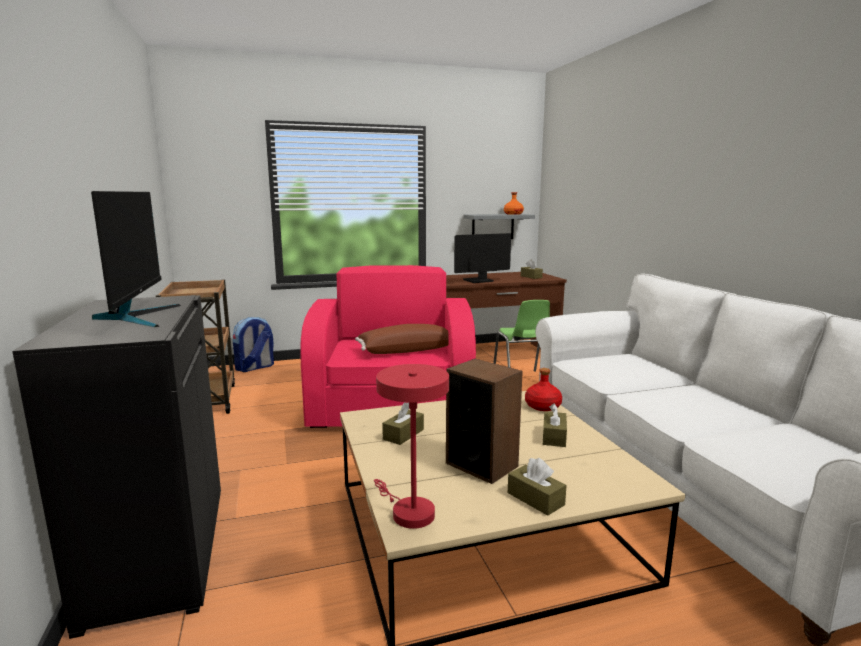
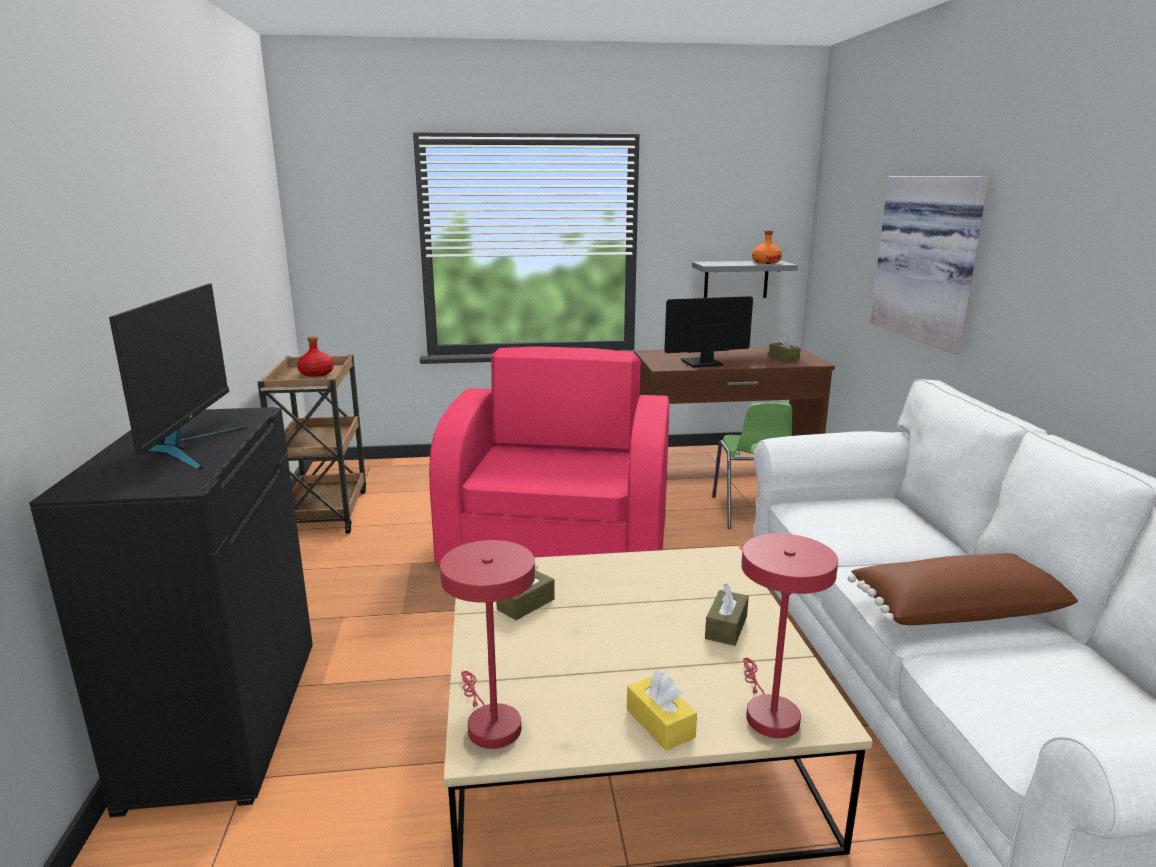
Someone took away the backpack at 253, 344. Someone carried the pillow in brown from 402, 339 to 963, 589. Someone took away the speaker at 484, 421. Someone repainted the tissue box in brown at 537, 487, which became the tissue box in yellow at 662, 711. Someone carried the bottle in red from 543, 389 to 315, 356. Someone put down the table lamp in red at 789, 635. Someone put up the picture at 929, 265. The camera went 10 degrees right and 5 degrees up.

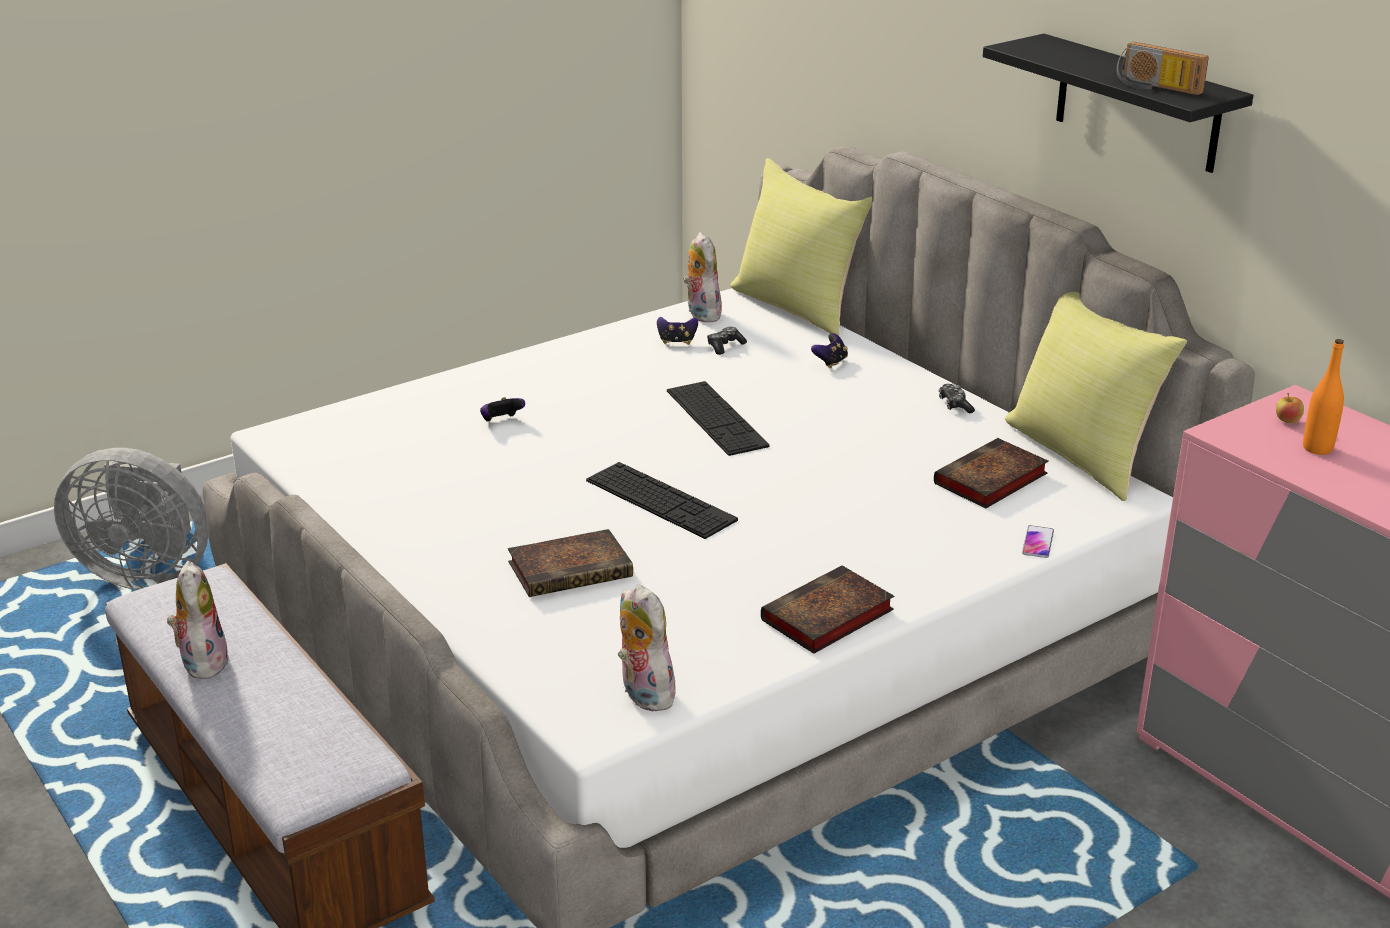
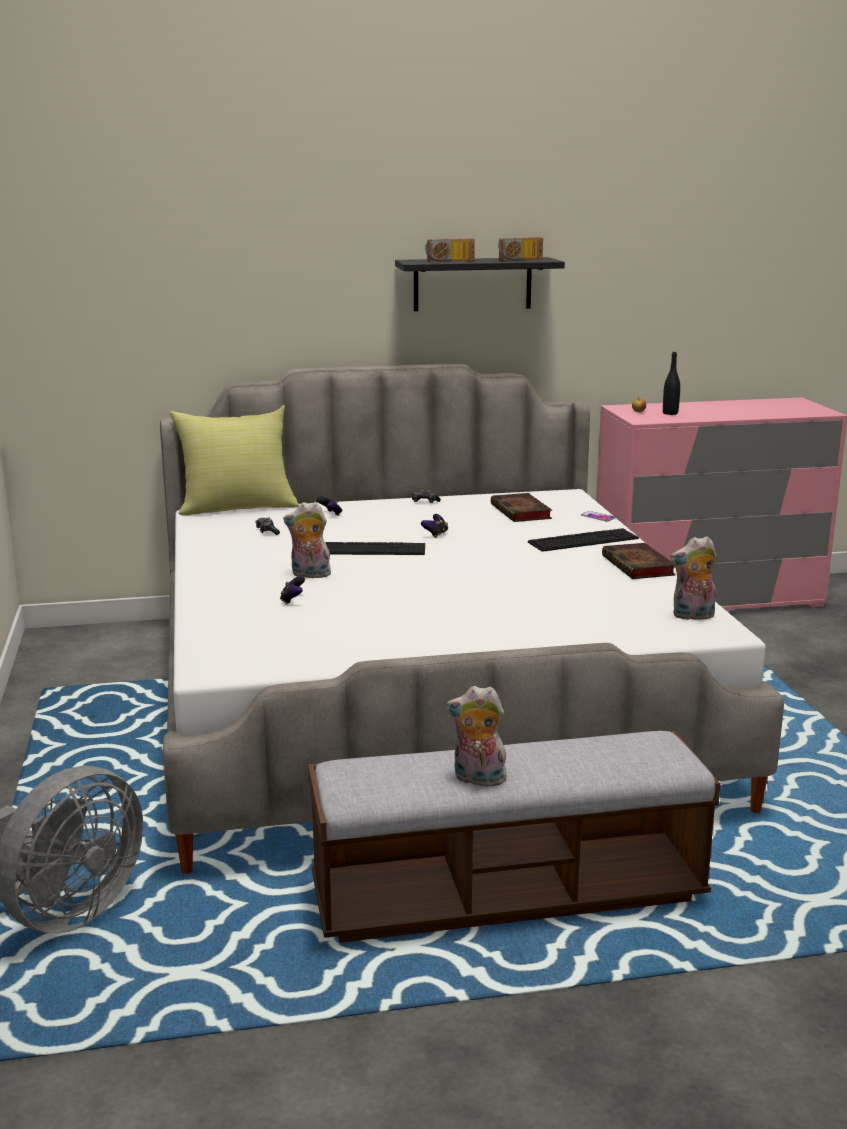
Someone took away the book at 570, 563. Someone carried the keyboard from 662, 500 to 583, 540. Someone carried the game controller from 677, 331 to 434, 526. Someone carried the plush toy from 702, 277 to 308, 540. Someone took away the pillow in yellow at 1096, 396. Someone repainted the bottle in orange at 1323, 397, which became the bottle in black at 671, 383. Someone put down the radio at 450, 250. The camera went 65 degrees left and 10 degrees down.

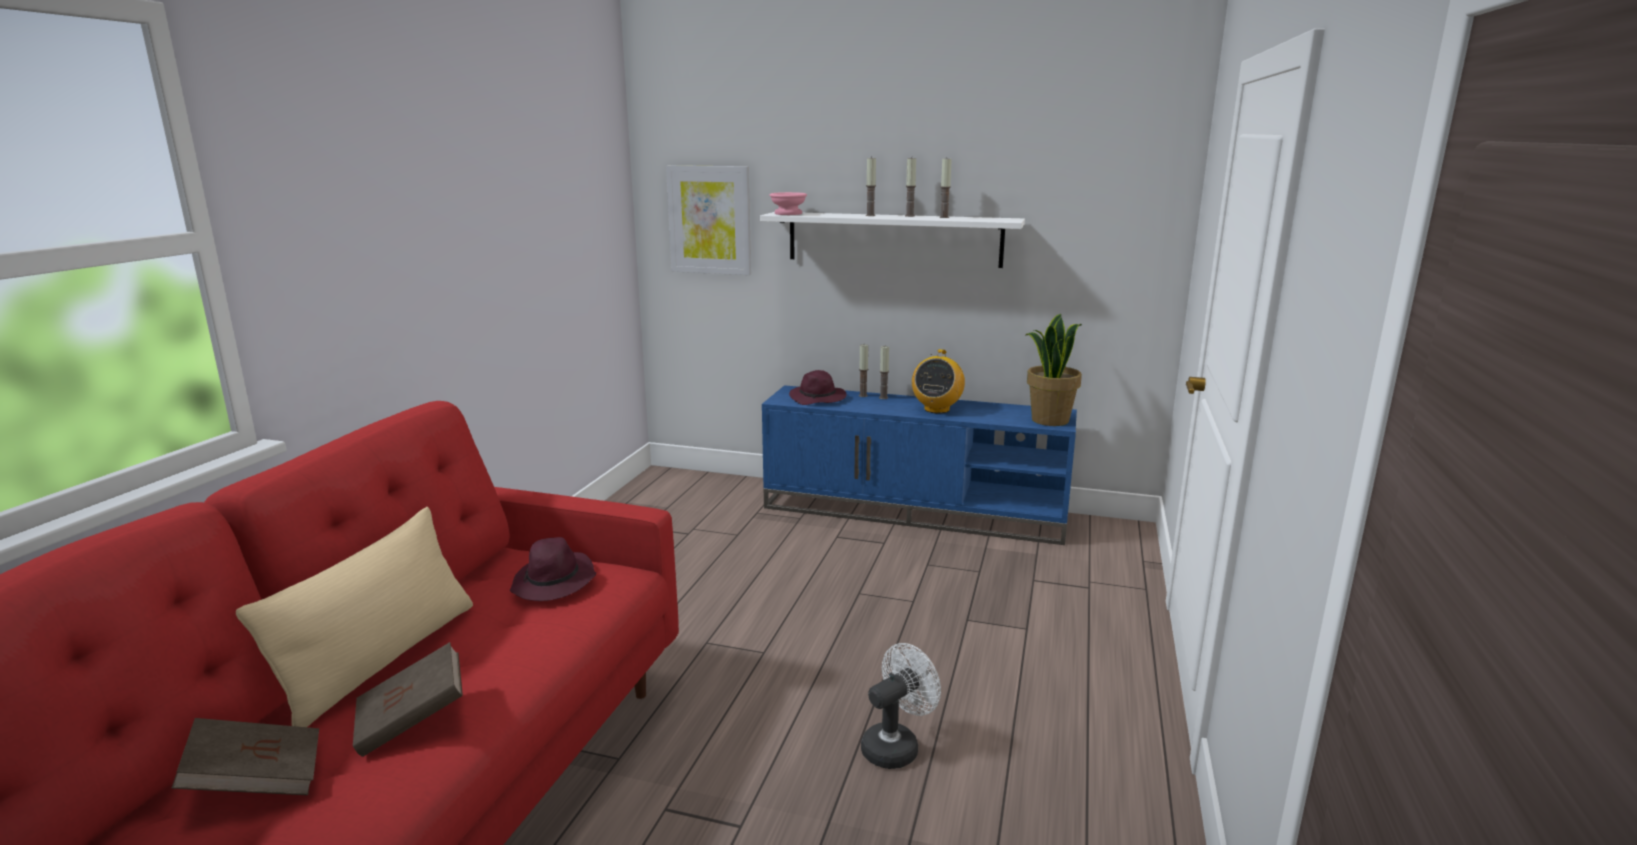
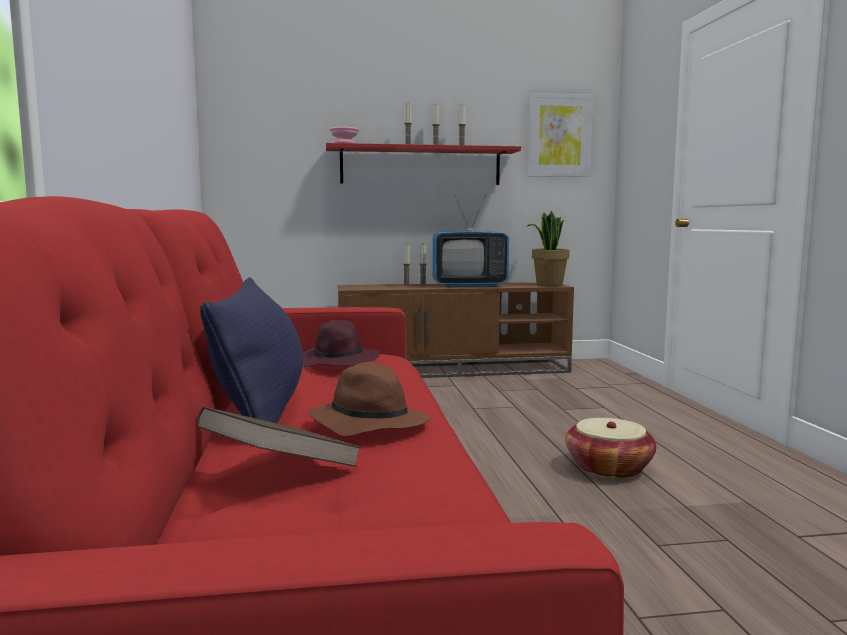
Someone repainted the pillow in beige at 354, 617, which became the pillow in blue at 251, 350. Someone swapped the book in brown at 408, 699 for the hat in brown at 369, 399. Someone carried the picture from 708, 220 to 560, 135. Someone repainted the shelf in white at 892, 240, which became the shelf in red at 423, 164. Someone repainted the tv stand in blue at 919, 465, which became the tv stand in brown at 456, 330. Someone took away the hat in purple at 818, 387. Someone swapped the fan in white at 901, 706 for the basket at 611, 448. Someone swapped the radio at 938, 381 for the television at 471, 241. The camera went 25 degrees left and 10 degrees down.

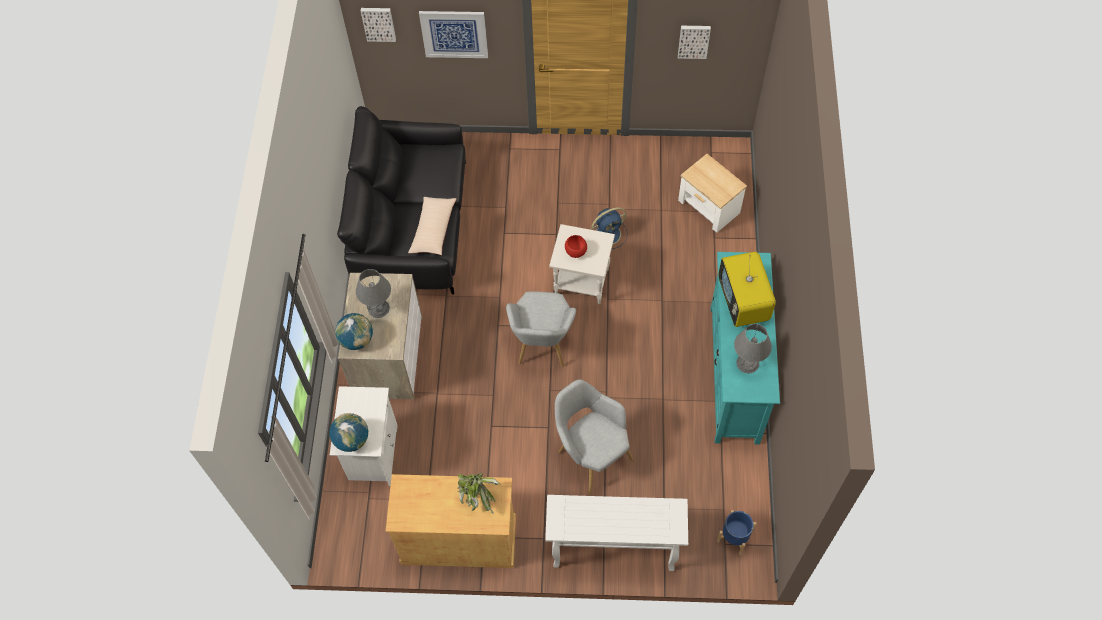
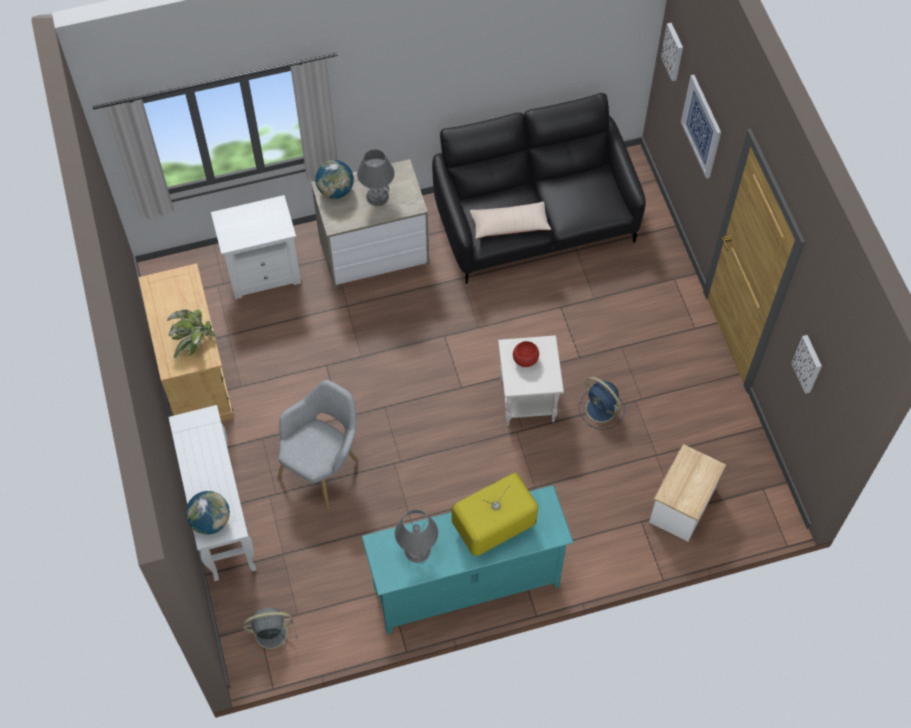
Someone carried the globe from 348, 432 to 208, 513. Someone took away the armchair in grey at 541, 329. Someone swapped the planter in blue at 737, 532 for the fan in grey at 270, 633. The camera went 70 degrees right and 0 degrees up.

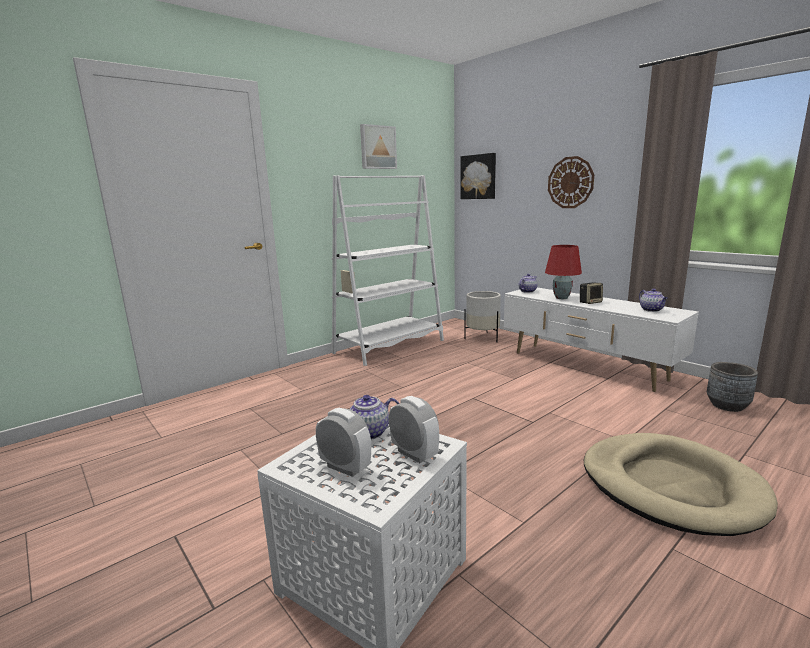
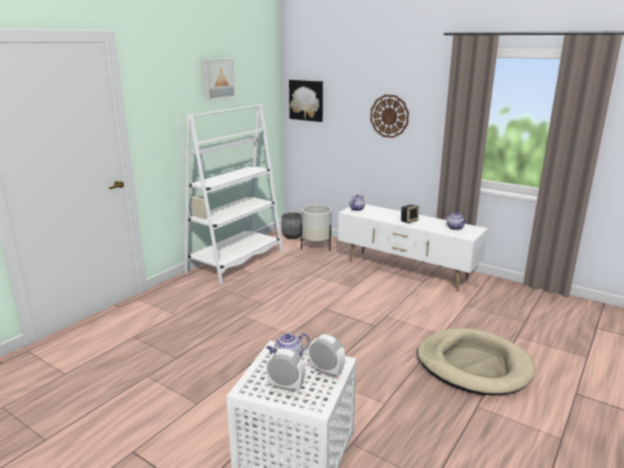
Someone took away the table lamp in red at 563, 272. Someone carried the planter in grey from 732, 387 to 292, 225. The camera went 15 degrees left and 5 degrees up.

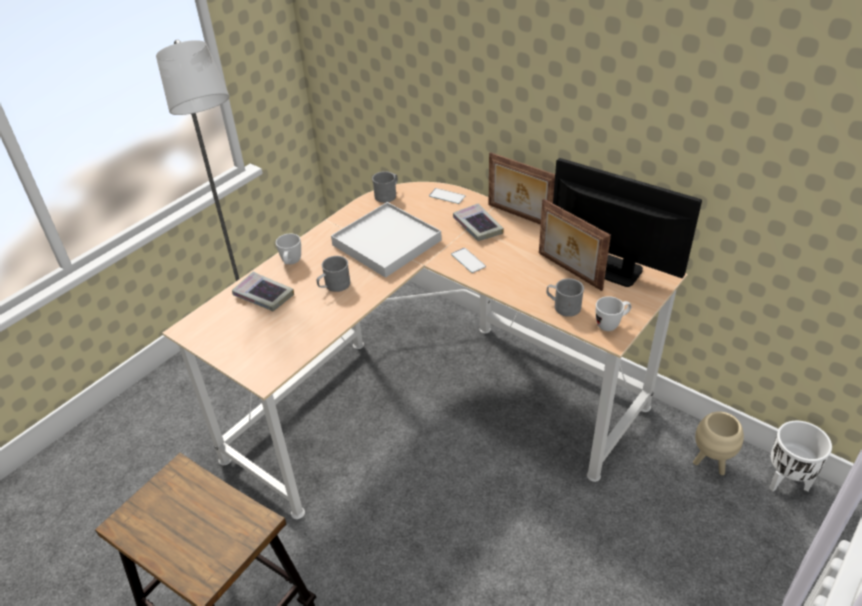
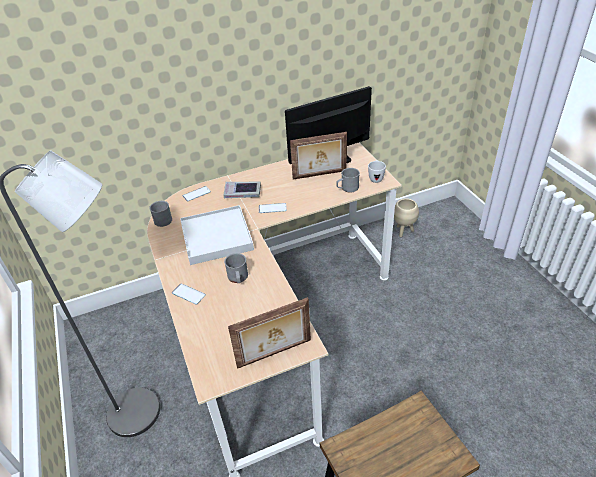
Someone took away the book at 263, 291. Someone swapped the mug in white at 288, 249 for the phone at 189, 294. Someone carried the picture frame from 522, 188 to 269, 333. Someone took away the planter in white at 800, 455. The camera went 60 degrees left and 0 degrees up.

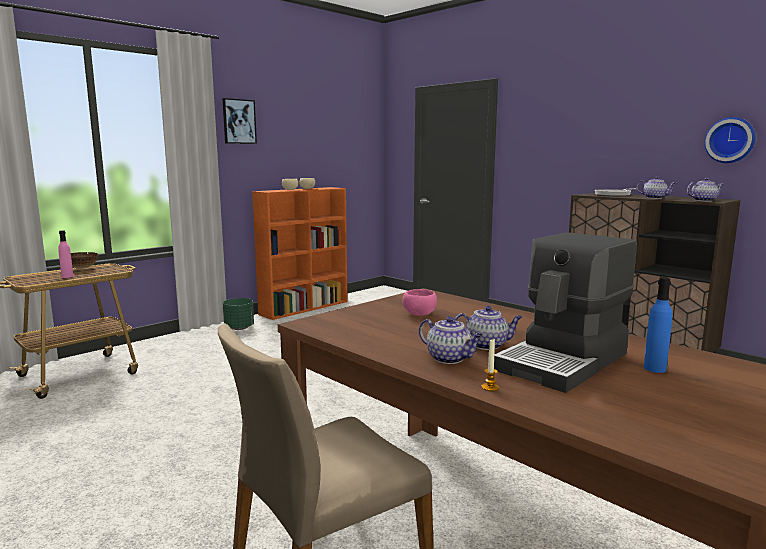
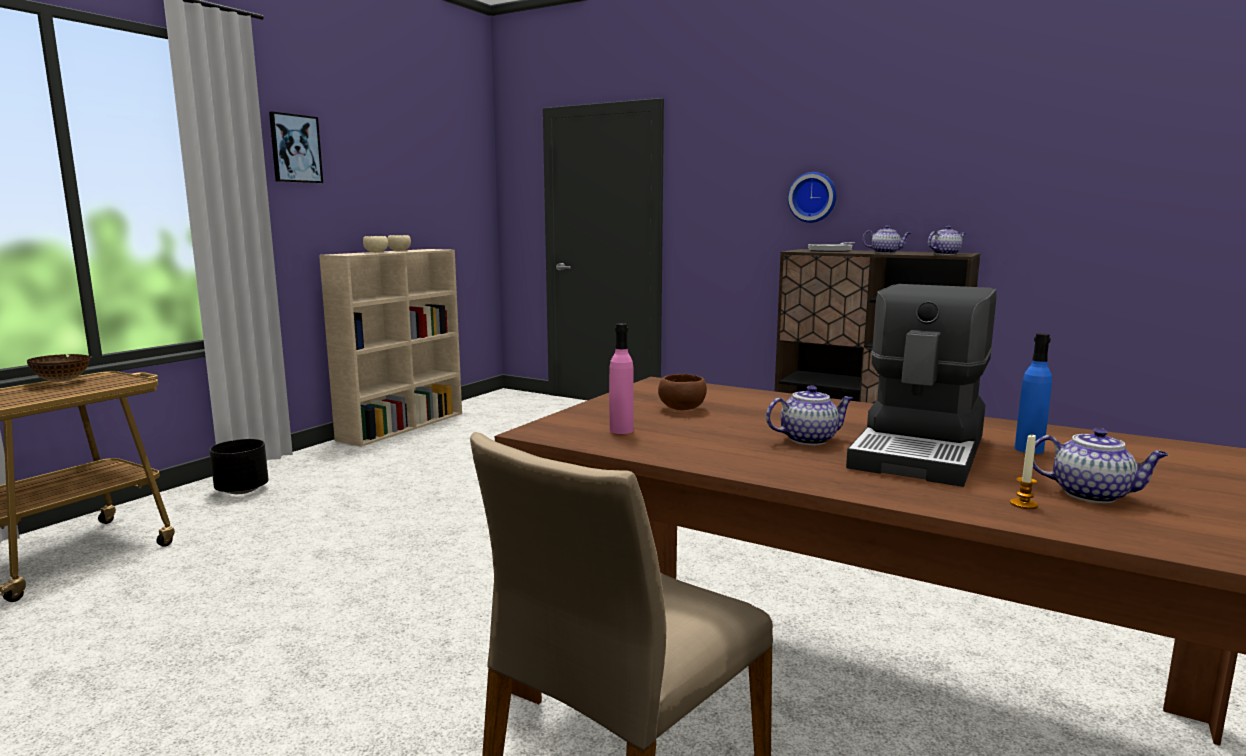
Someone carried the bottle in pink from 65, 254 to 621, 378. Someone took away the planter in green at 238, 314. Someone repainted the bookcase in orange at 300, 253, which became the bookcase in beige at 390, 348. Someone repainted the bowl in pink at 419, 302, which became the bowl in brown at 682, 392. Someone carried the teapot from 451, 340 to 1100, 465. Someone carried the candle from 490, 365 to 1024, 472. Someone carried the wall clock from 729, 140 to 812, 197. Someone put down the planter in black at 239, 466. The camera went 15 degrees left and 0 degrees up.

